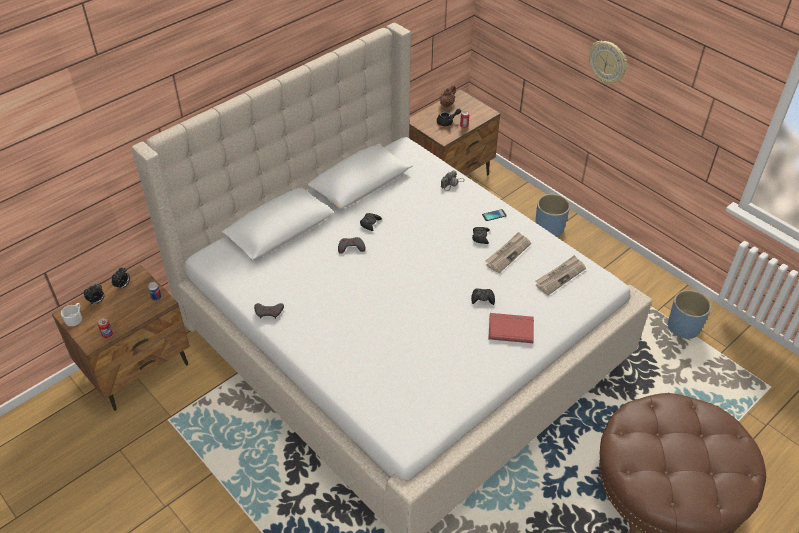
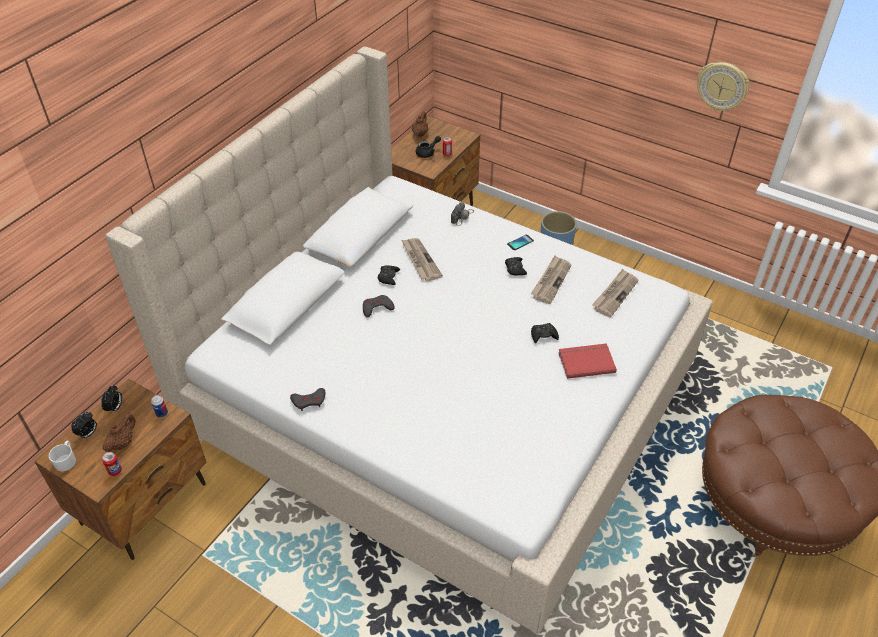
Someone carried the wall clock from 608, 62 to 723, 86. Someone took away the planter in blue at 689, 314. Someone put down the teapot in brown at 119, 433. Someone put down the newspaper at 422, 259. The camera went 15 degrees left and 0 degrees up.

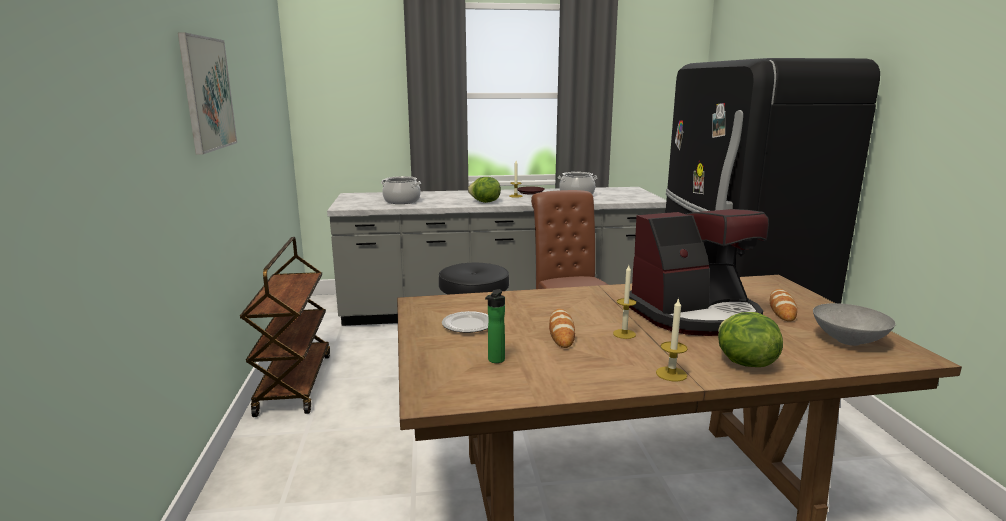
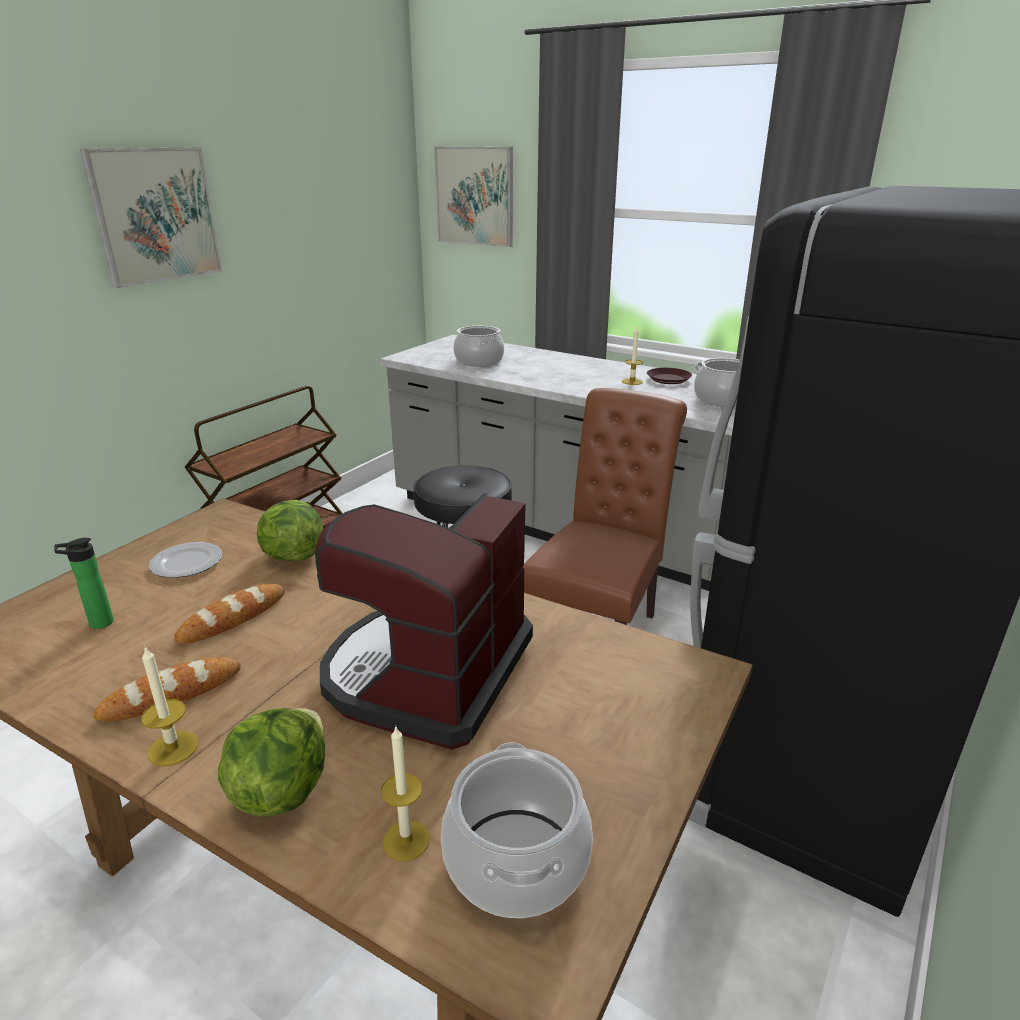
Someone carried the lettuce from 484, 190 to 290, 531. Someone carried the candle from 624, 302 to 405, 793. Someone rotated the coffee machine at 699, 272 by 90 degrees clockwise. Someone carried the bread from 783, 305 to 167, 690. Someone swapped the bowl in grey at 854, 324 for the cooking pot at 517, 830. Someone put up the picture at 473, 196. The camera went 40 degrees right and 10 degrees up.

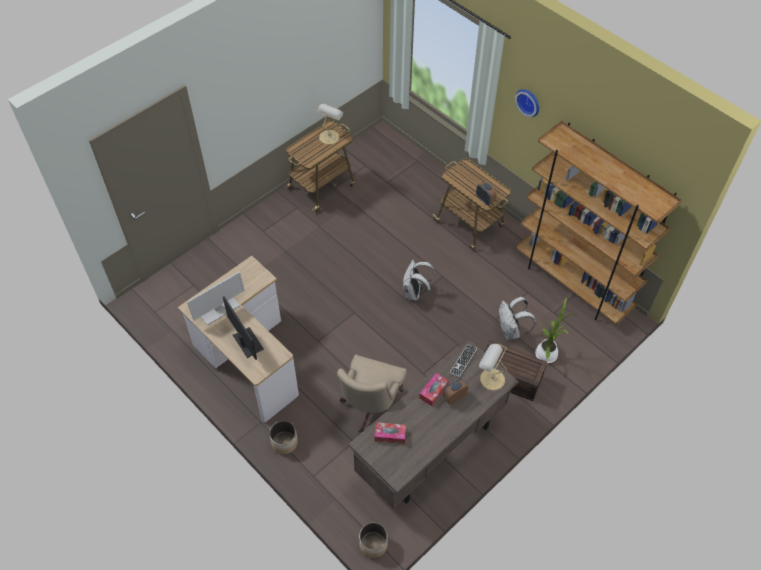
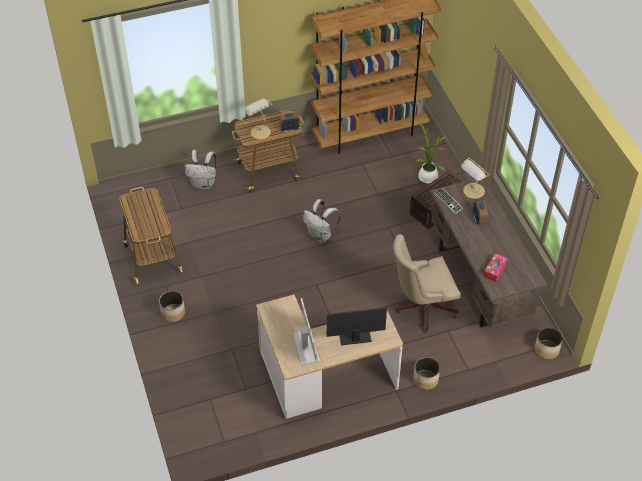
Someone carried the table lamp from 329, 124 to 258, 119. Someone rotated the office chair in beige at 372, 393 by 120 degrees clockwise. Someone took away the tissue box at 434, 389. Someone carried the backpack in white from 517, 318 to 200, 169. Someone took away the wall clock at 527, 103. Someone put down the planter at 172, 306. The camera went 65 degrees left and 5 degrees down.

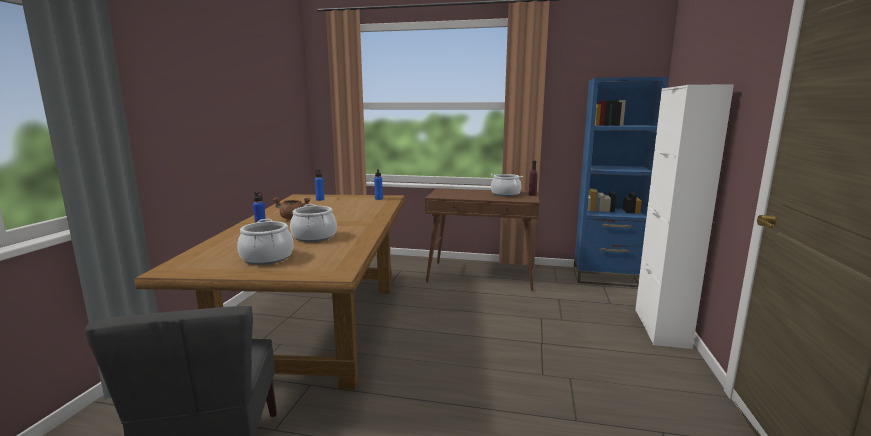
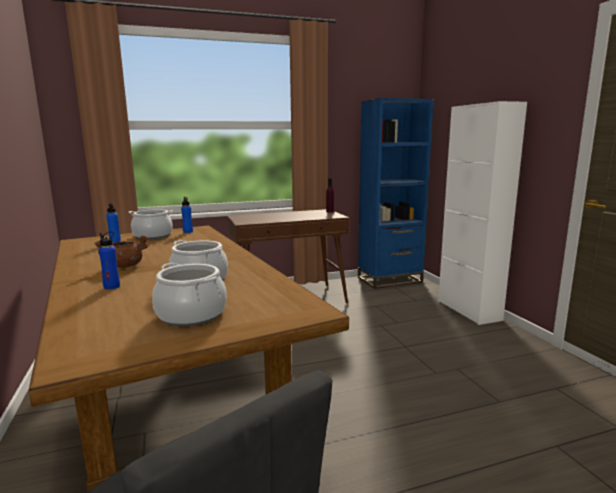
Someone carried the cooking pot from 506, 185 to 150, 224. The camera went 30 degrees left and 0 degrees up.

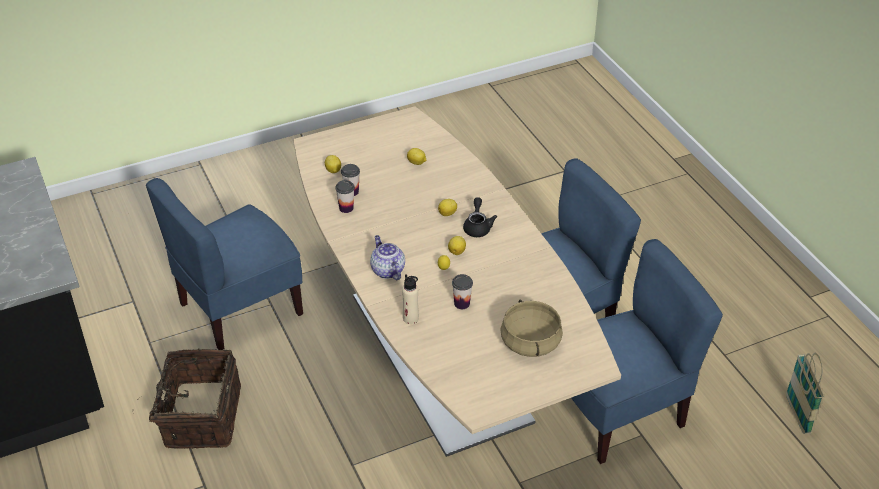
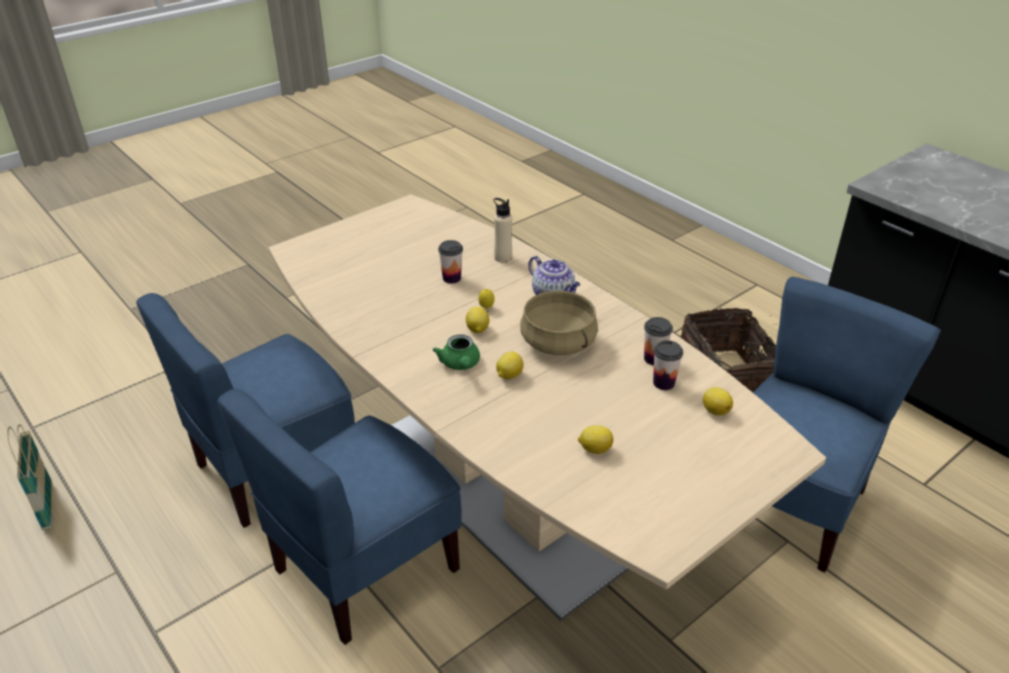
Someone repainted the teapot in black at 480, 217, which became the teapot in green at 456, 352. Someone carried the cooking pot in beige from 531, 328 to 559, 323. The camera went 165 degrees right and 5 degrees down.

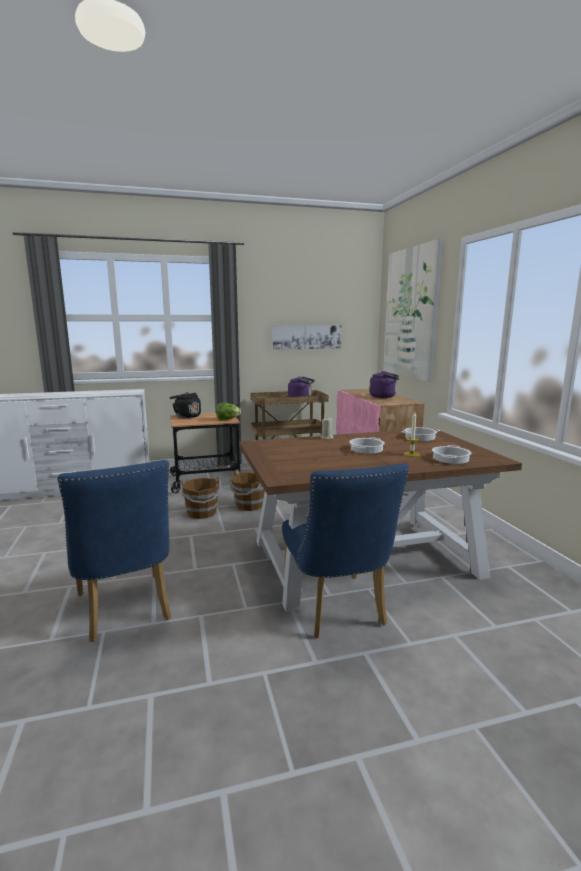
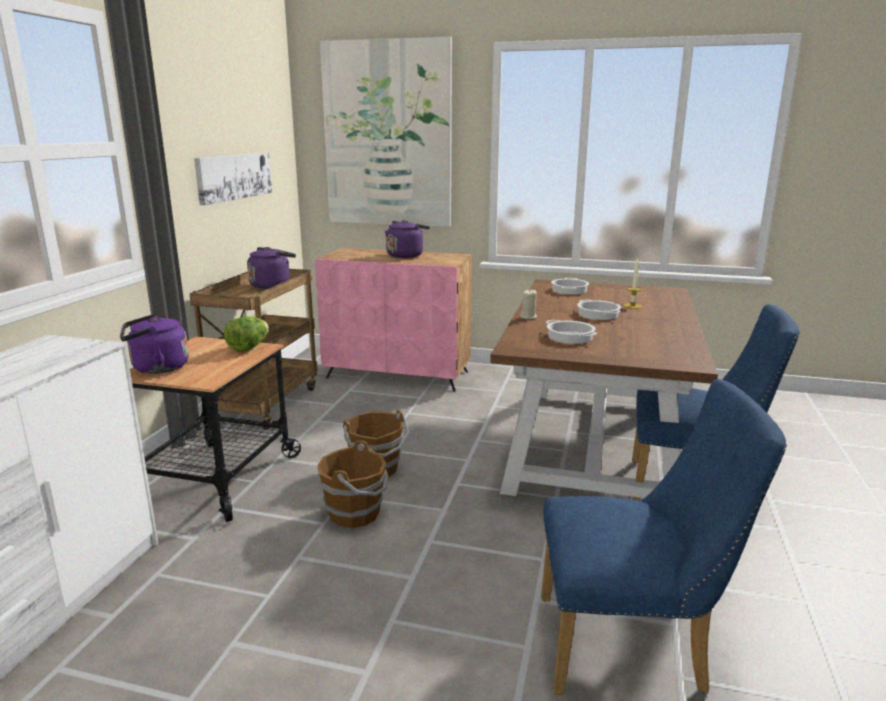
Someone repainted the kettle in black at 185, 405, which became the kettle in purple at 154, 344. Someone carried the cooking pot from 452, 454 to 571, 332. The camera went 60 degrees left and 5 degrees up.

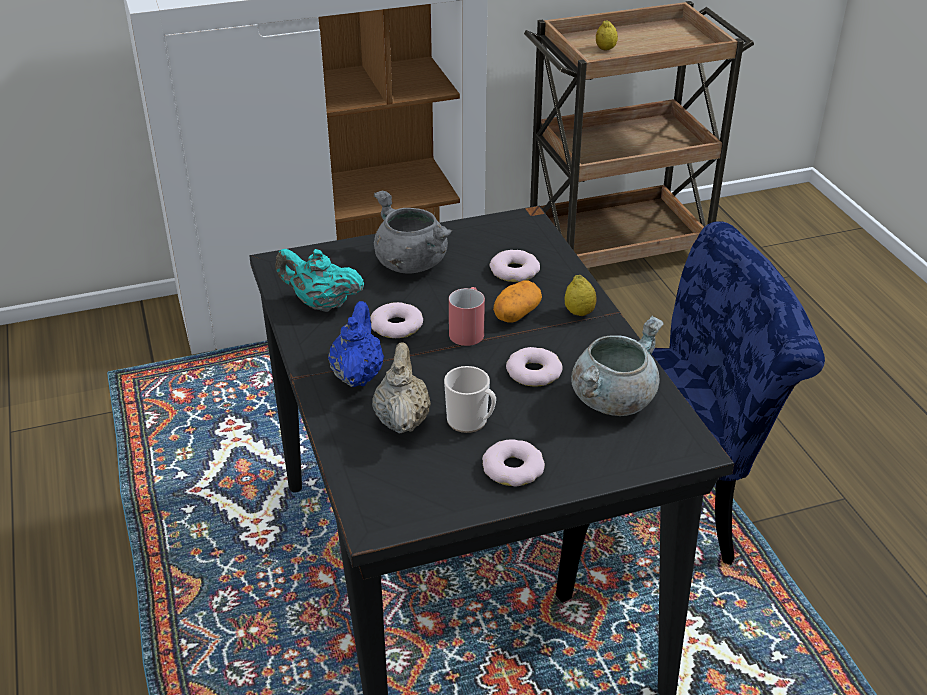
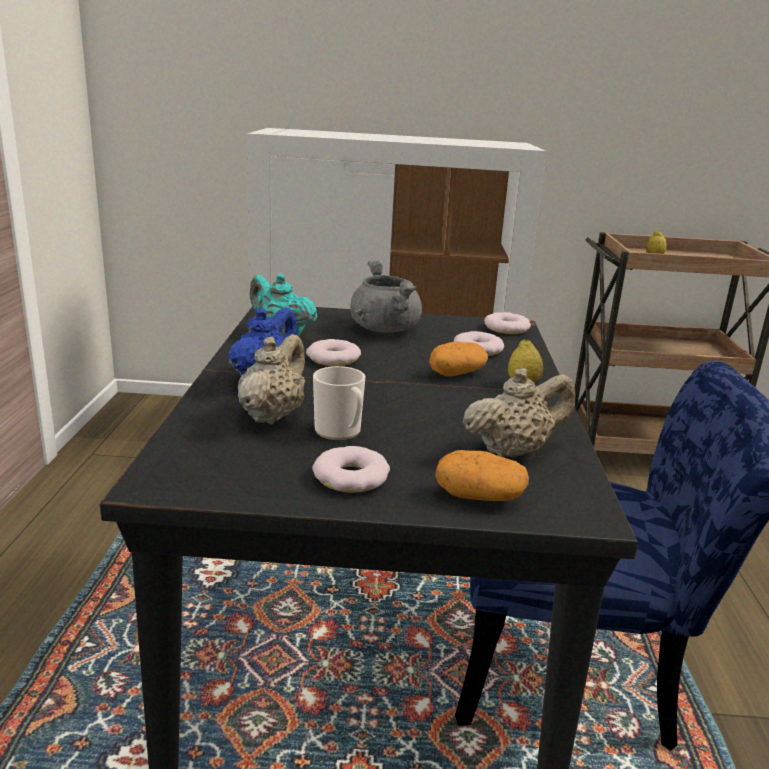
Someone took away the mug in red at 467, 316. Someone carried the donut from 534, 367 to 507, 323. Someone swapped the cooking pot in grey at 617, 366 for the teapot in beige at 519, 412. Someone put down the potato at 482, 475. The camera went 20 degrees right and 15 degrees down.

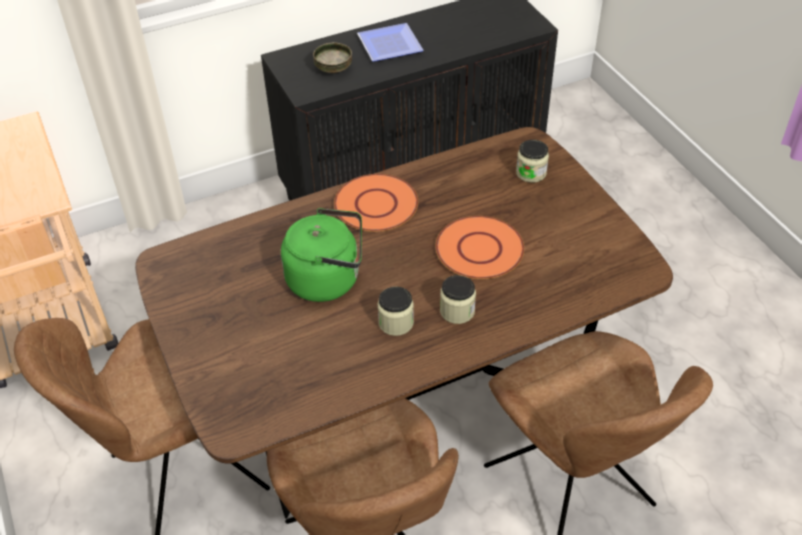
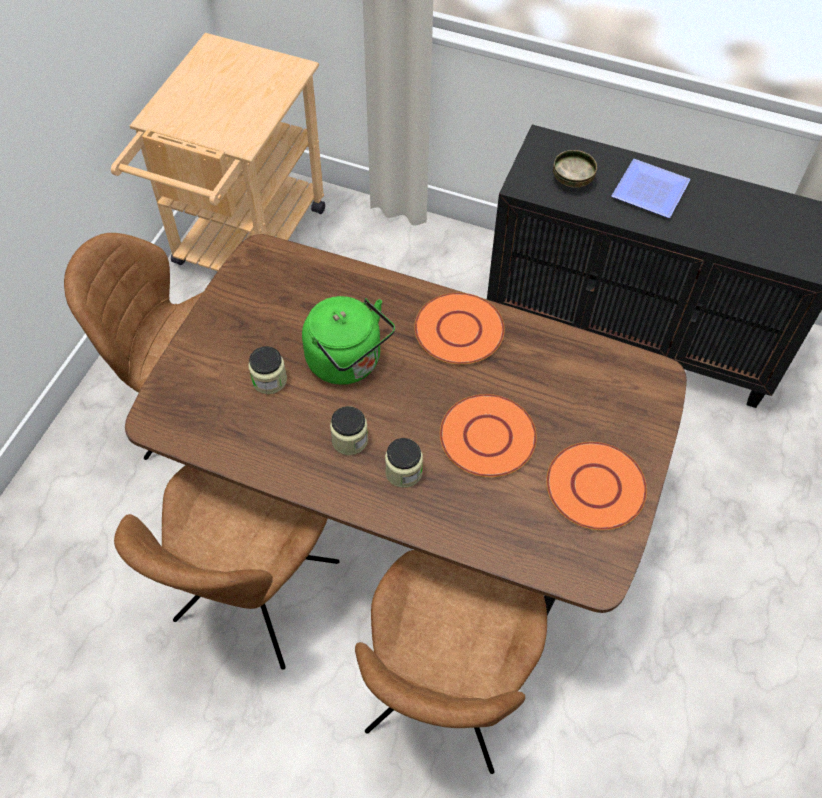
Someone carried the jar from 532, 161 to 268, 370. Someone put down the plate in orange at 596, 486. The camera went 45 degrees right and 10 degrees up.

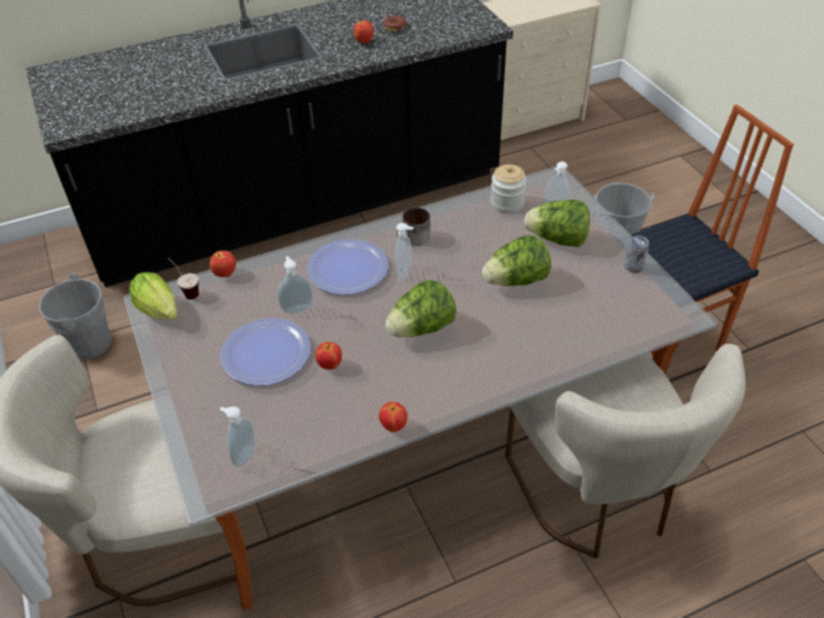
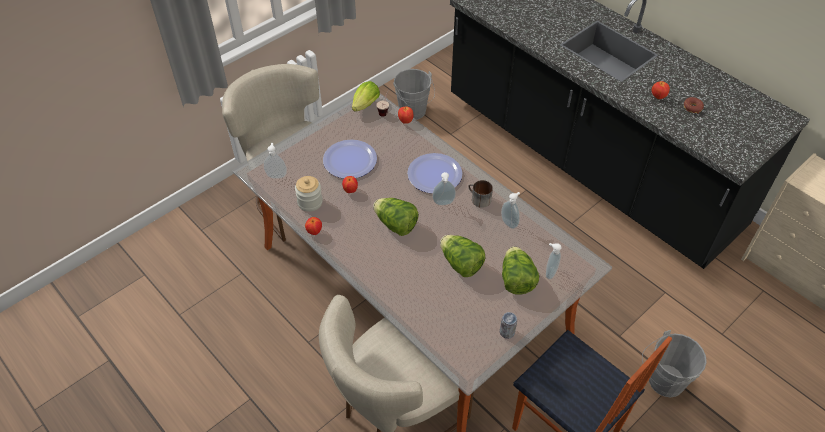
Someone carried the soap dispenser from 295, 285 to 510, 210. Someone carried the jar from 509, 188 to 309, 194. The camera went 70 degrees right and 5 degrees up.

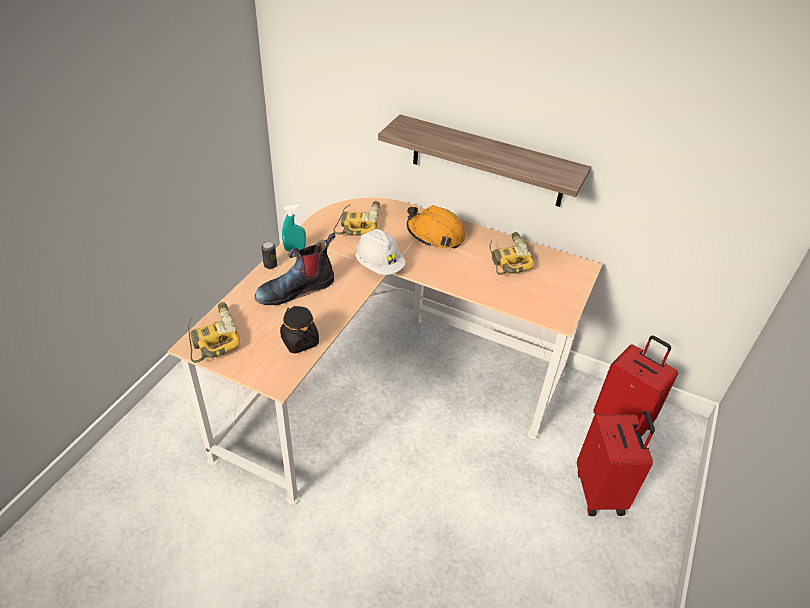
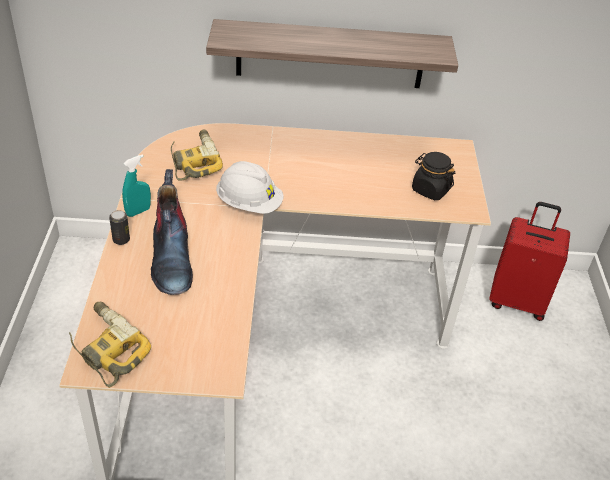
Someone rotated the boot at 295, 269 by 45 degrees counterclockwise. Someone carried the jar in black from 299, 329 to 433, 176. Someone took away the hard hat in orange at 436, 227. Someone took away the power drill at 512, 253. Someone took away the suitcase in red at 616, 463. The camera went 25 degrees left and 0 degrees up.

